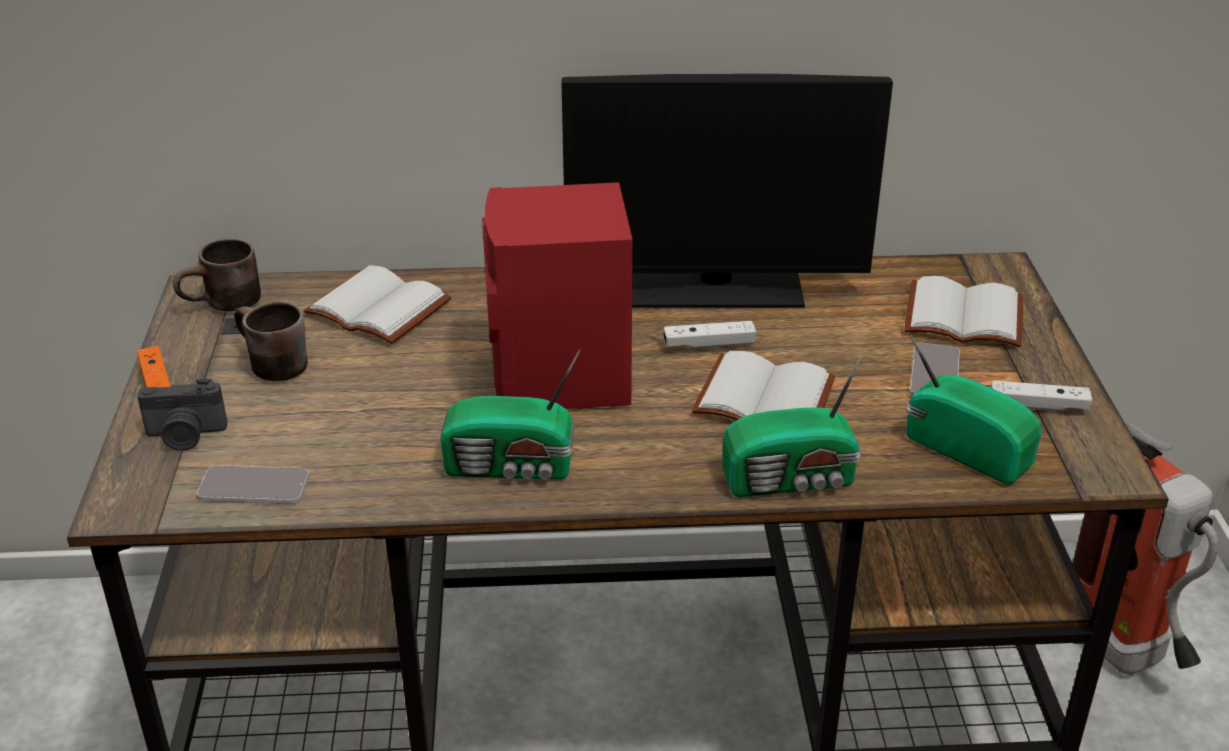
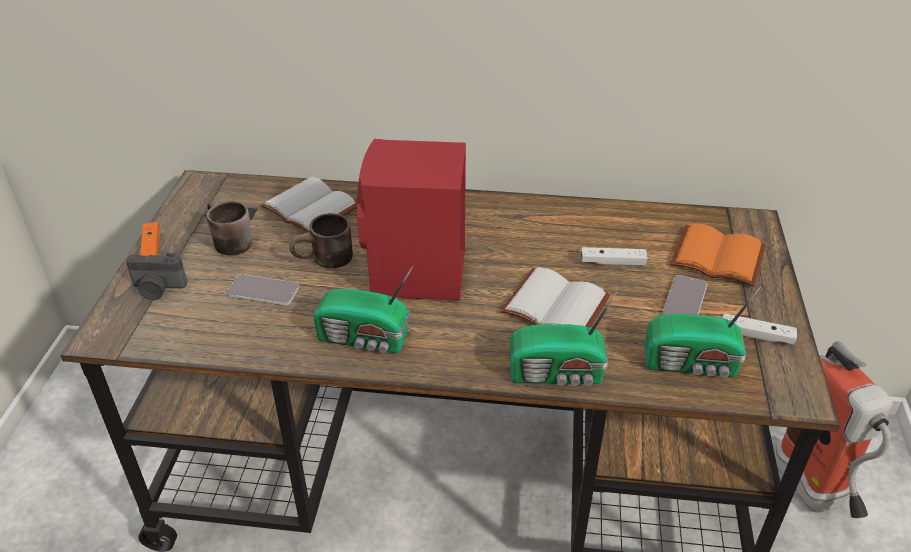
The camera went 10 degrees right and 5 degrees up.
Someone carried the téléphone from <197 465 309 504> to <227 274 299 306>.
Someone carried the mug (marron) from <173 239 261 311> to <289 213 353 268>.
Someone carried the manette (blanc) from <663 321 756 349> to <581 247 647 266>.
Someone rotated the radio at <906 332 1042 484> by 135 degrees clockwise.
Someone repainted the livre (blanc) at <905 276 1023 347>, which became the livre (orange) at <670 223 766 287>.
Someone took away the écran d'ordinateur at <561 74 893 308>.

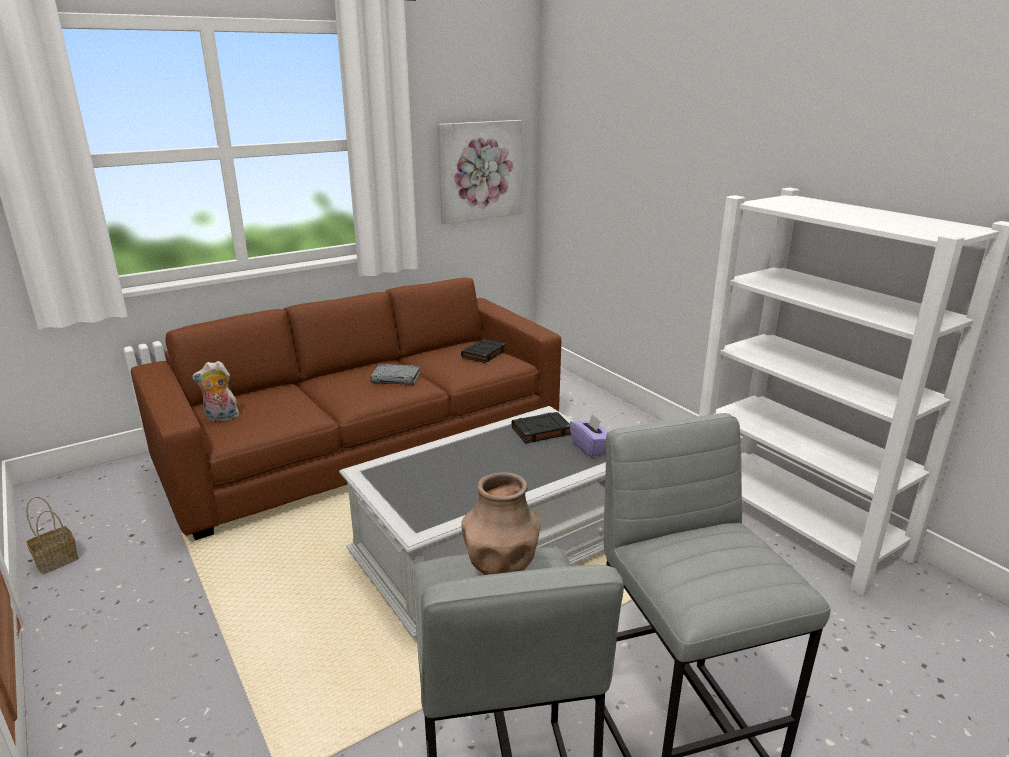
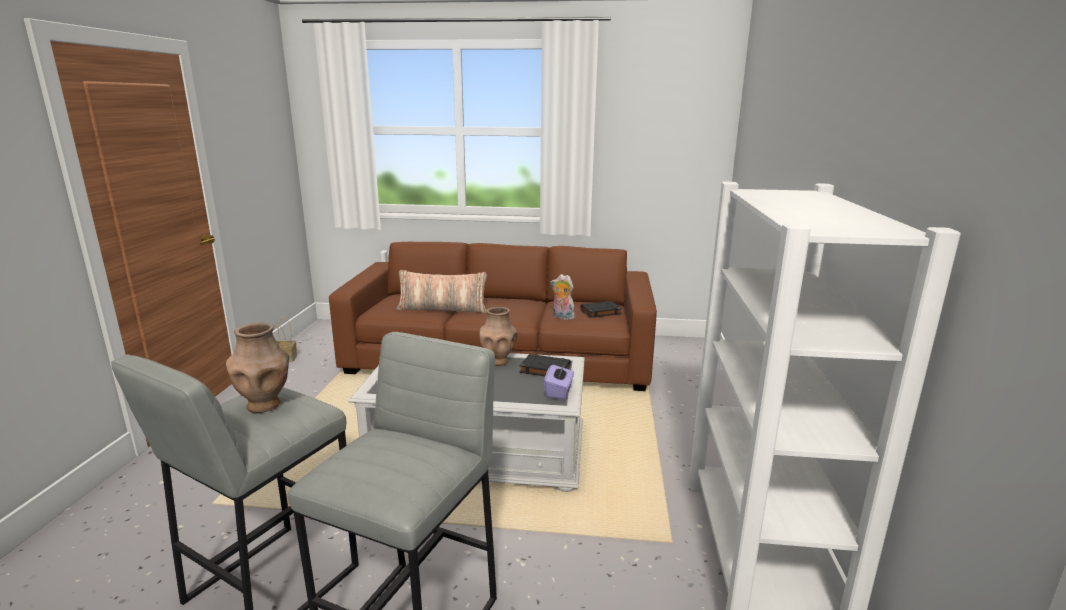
The camera went 40 degrees right and 5 degrees down.
Someone put down the coussin at <396 270 487 313>.
Someone put down the vase (marron) at <479 307 517 366>.
Someone carried the peluche from <192 361 239 422> to <550 274 575 320>.
Someone took away the livre (gris) at <371 364 420 385>.
Someone took away the tableau at <438 120 522 224>.

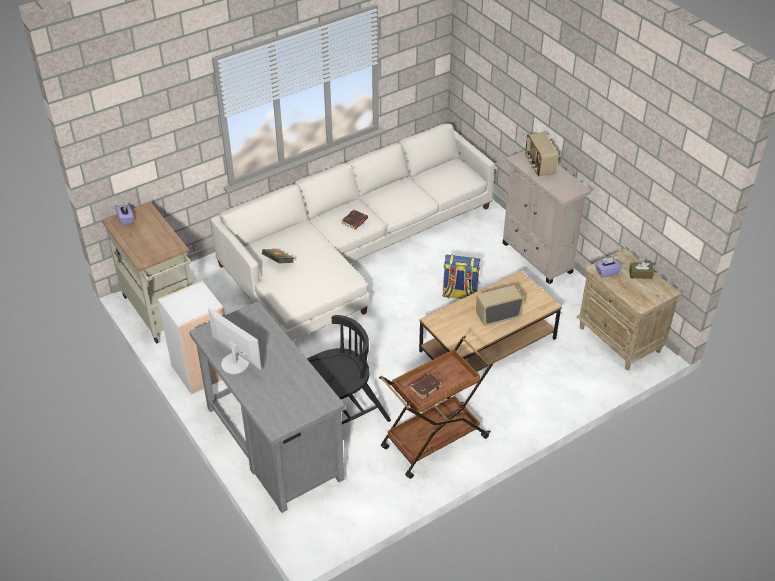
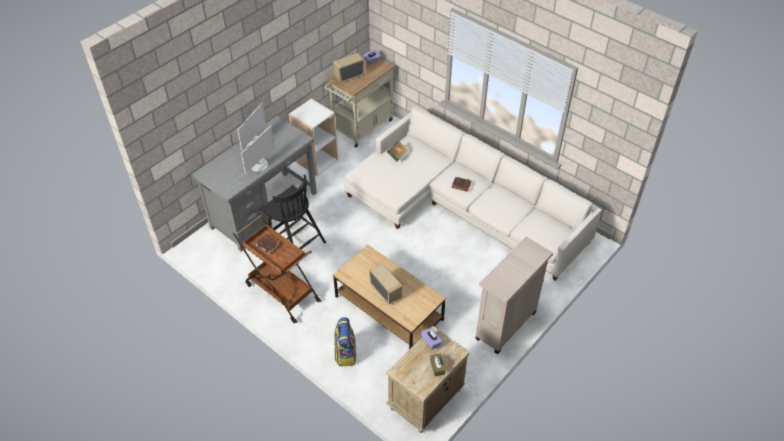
The camera went 75 degrees right and 5 degrees up.
Someone put down the écran d'ordinateur at <241 126 274 174>.
Someone carried the radio from <525 132 559 176> to <333 53 365 83>.
Someone carried the sac à dos from <442 255 480 299> to <334 317 356 366>.

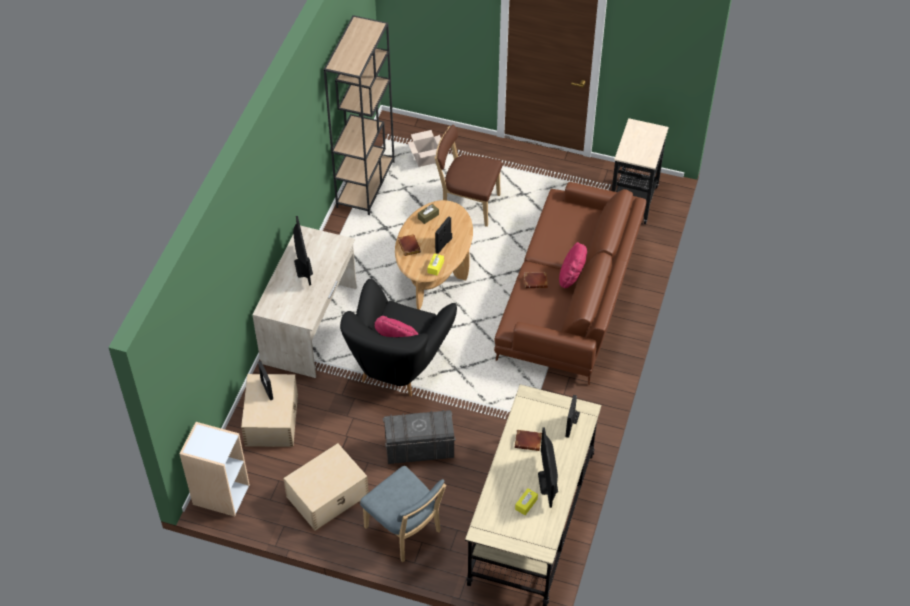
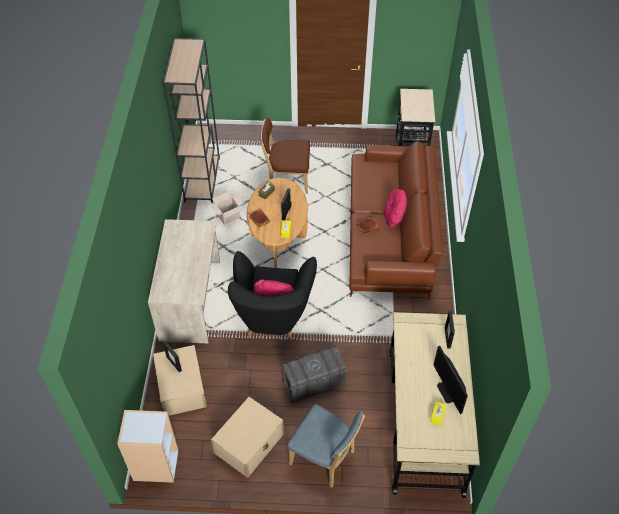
The camera went 15 degrees left and 0 degrees up.
Someone carried the carton from <408 130 441 167> to <211 192 243 225>.
Someone took away the écran d'ordinateur at <293 216 313 285>.
Someone took away the livre (marron) at <515 430 542 451>.

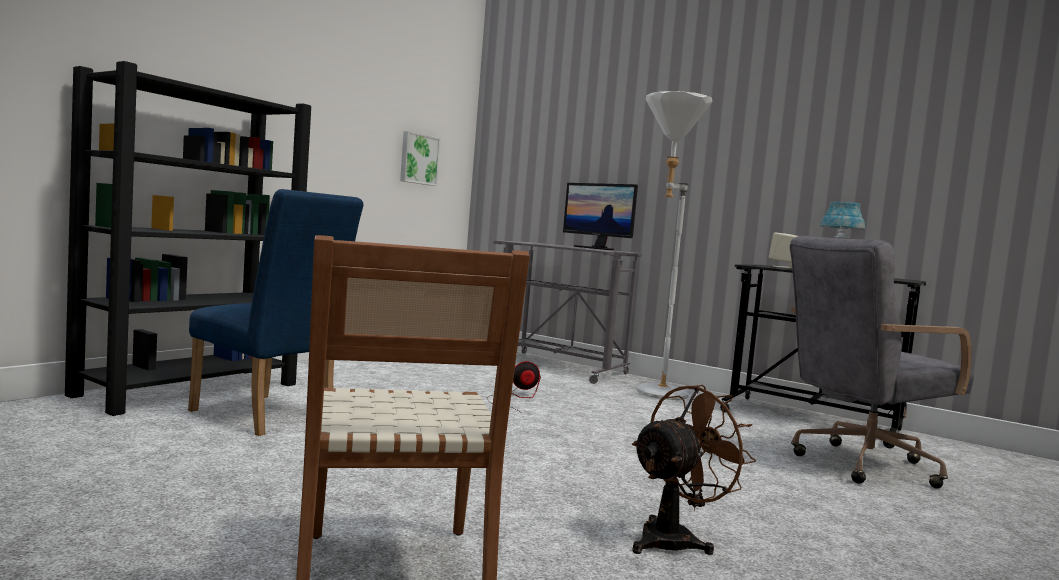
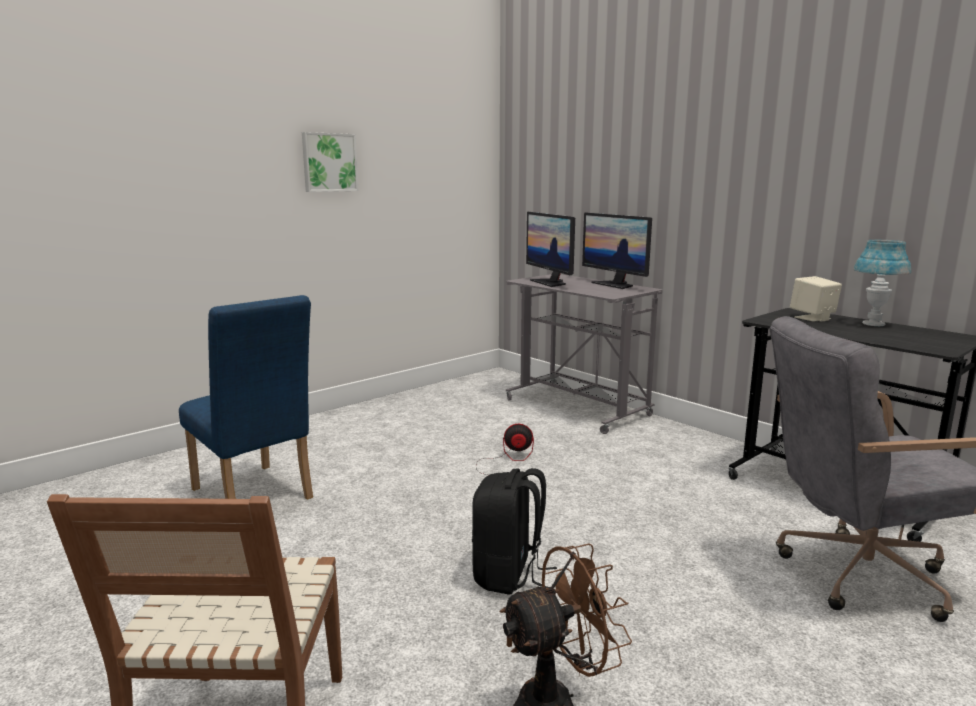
The camera went 15 degrees right and 10 degrees up.
Someone carried the tableau from <400 131 441 186> to <302 132 358 192>.
Someone put down the sac à dos (noir) at <472 468 557 595>.
Someone put down the écran d'ordinateur at <526 212 575 287>.
Someone took away the bibliothèque (noir) at <65 61 311 416>.
Someone took away the lampadaire (blanc) at <636 91 713 400>.

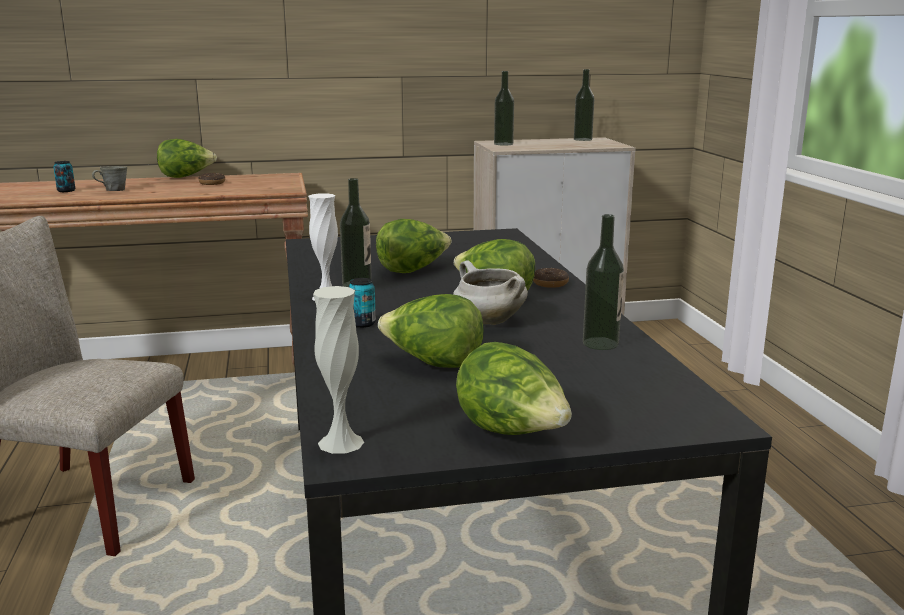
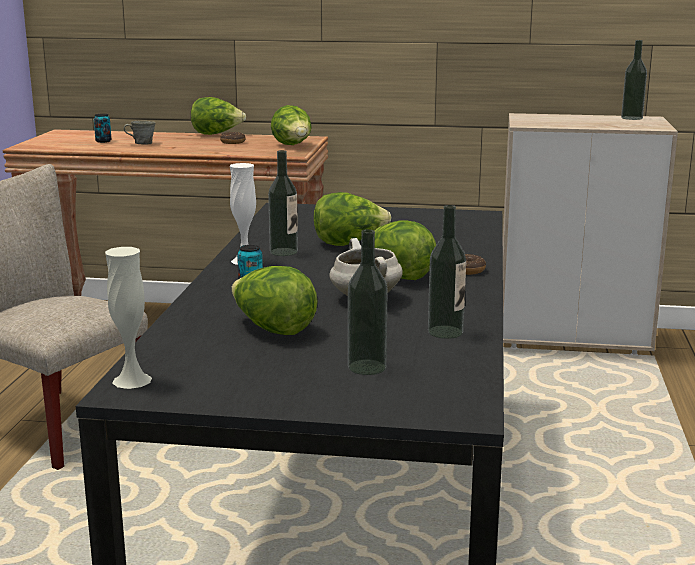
The camera went 20 degrees right and 0 degrees up.
Someone carried the laitue from <456 342 572 435> to <271 105 312 145>.
Someone carried the bouteille from <494 71 514 145> to <348 229 388 375>.

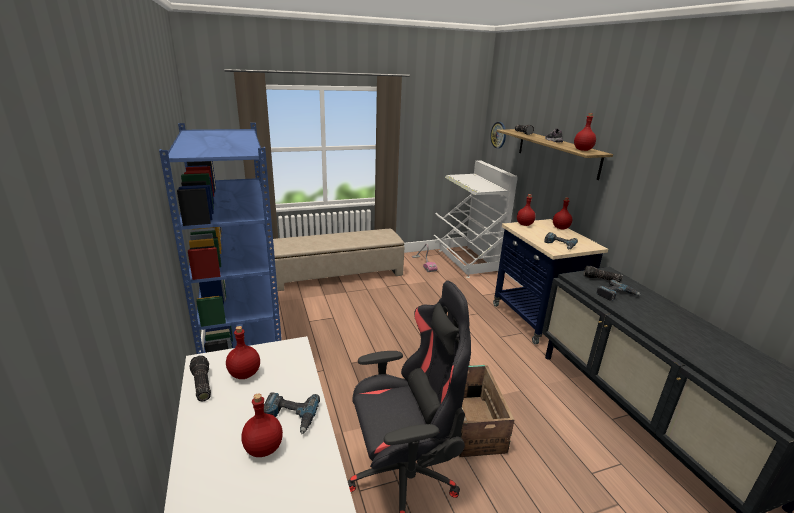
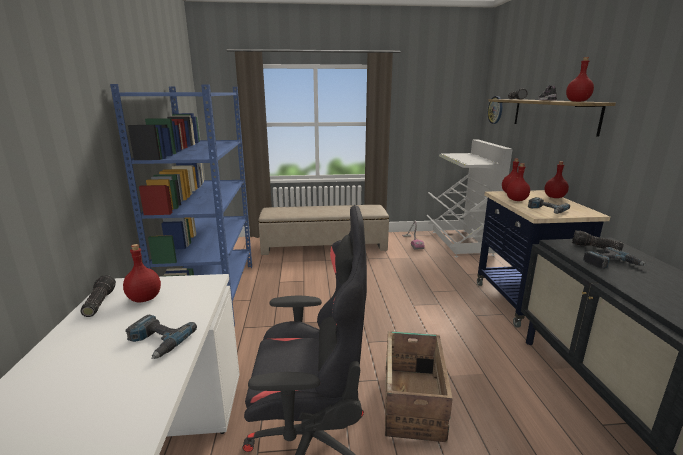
The camera went 15 degrees right and 5 degrees down.
Someone carried the bouteille (rouge) from <242 393 283 457> to <506 163 530 201>.

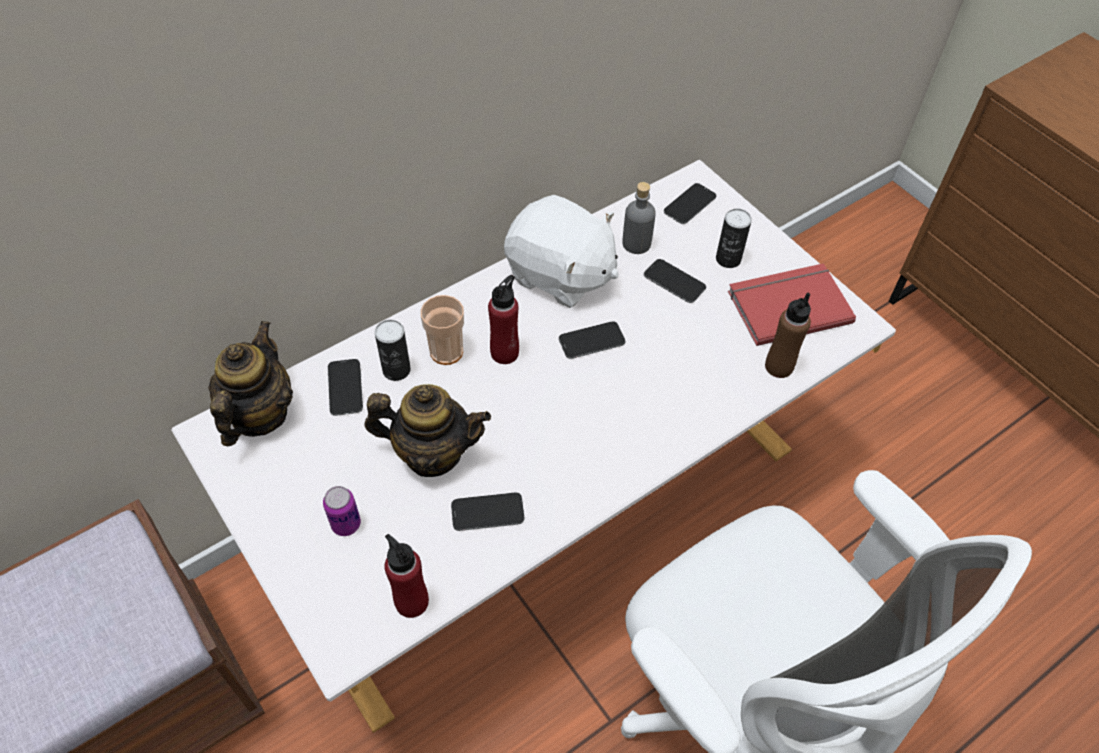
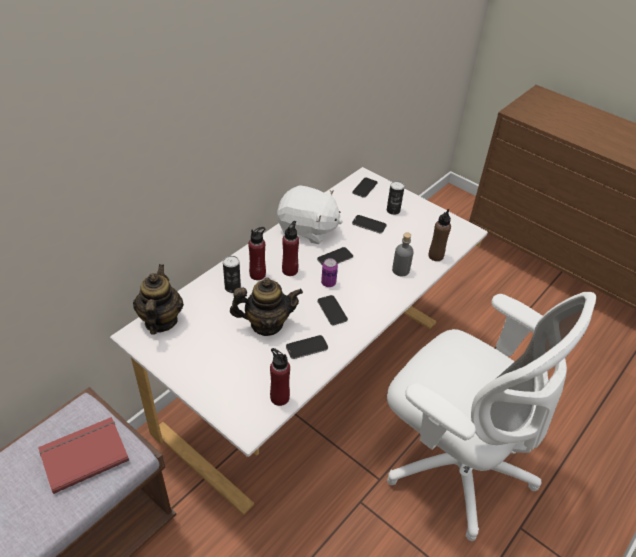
The camera went 15 degrees left and 10 degrees down.
Someone carried the livre (rouge) from <728 263 856 346> to <38 417 129 494>.
Someone swapped the tasse at <421 295 464 365> for the bouteille (rouge) at <248 227 266 280>.
Someone carried the téléphone from <328 359 363 416> to <317 295 348 325>.
Someone carried the boîte métallique from <323 486 361 536> to <321 258 338 287>.
Someone carried the bouteille (gris) from <622 182 656 254> to <392 232 414 276>.

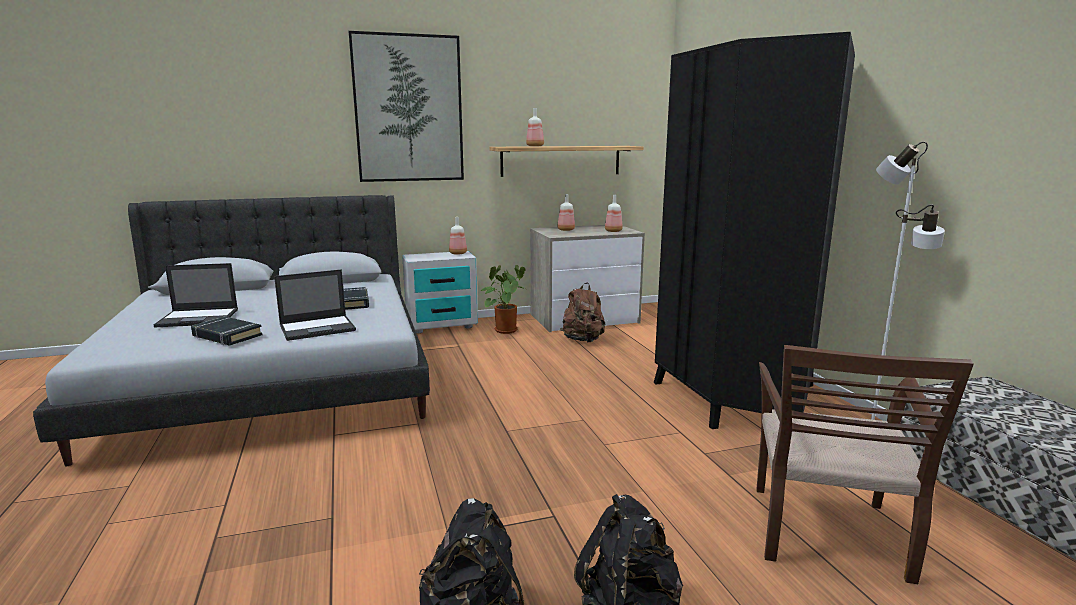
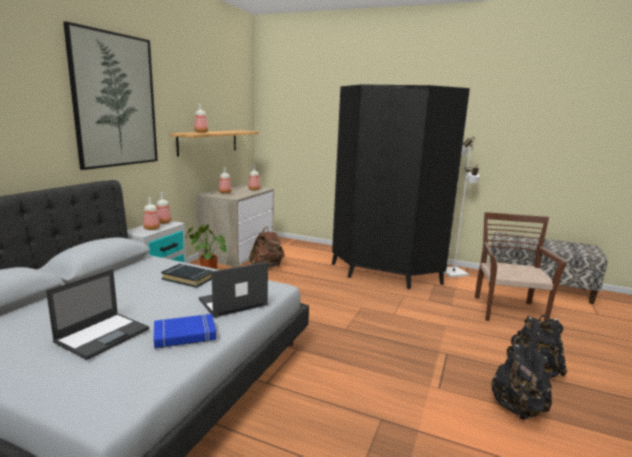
The camera went 50 degrees left and 0 degrees up.
Someone put down the bouteille at <143 197 160 230>.
Someone repainted the livre (noir) at <191 317 262 346>, which became the livre (bleu) at <154 314 216 349>.
Someone rotated the ordinateur portable at <274 269 356 341> by 135 degrees counterclockwise.
Someone rotated the fauteuil (marron) at <756 345 974 584> by 135 degrees counterclockwise.

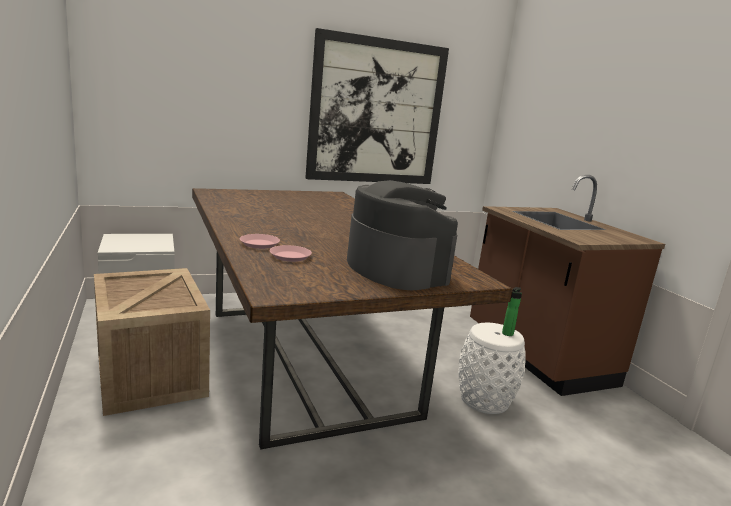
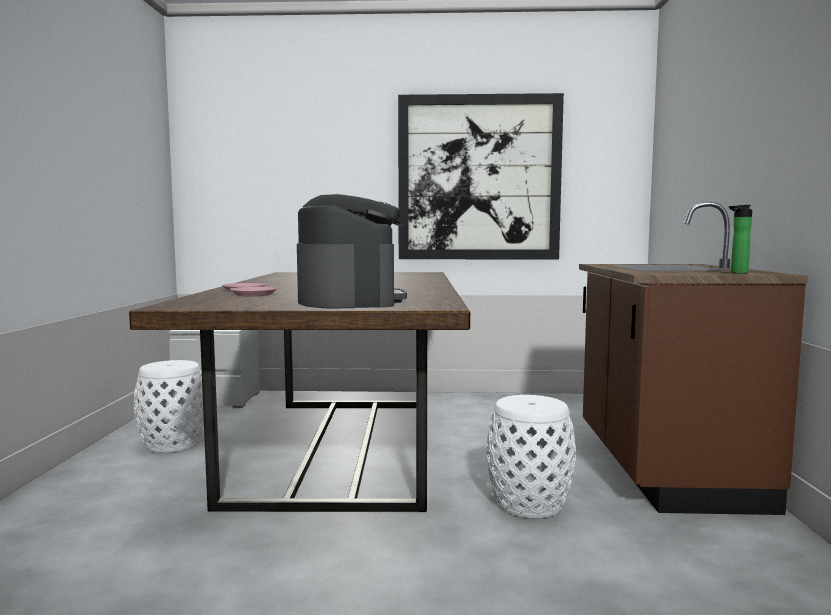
The camera went 25 degrees right and 10 degrees down.
Someone swapped the caisse at <94 268 210 416> for the tabouret (blanc) at <134 360 204 453>.
Someone carried the bouteille from <502 287 522 336> to <729 205 752 274>.

